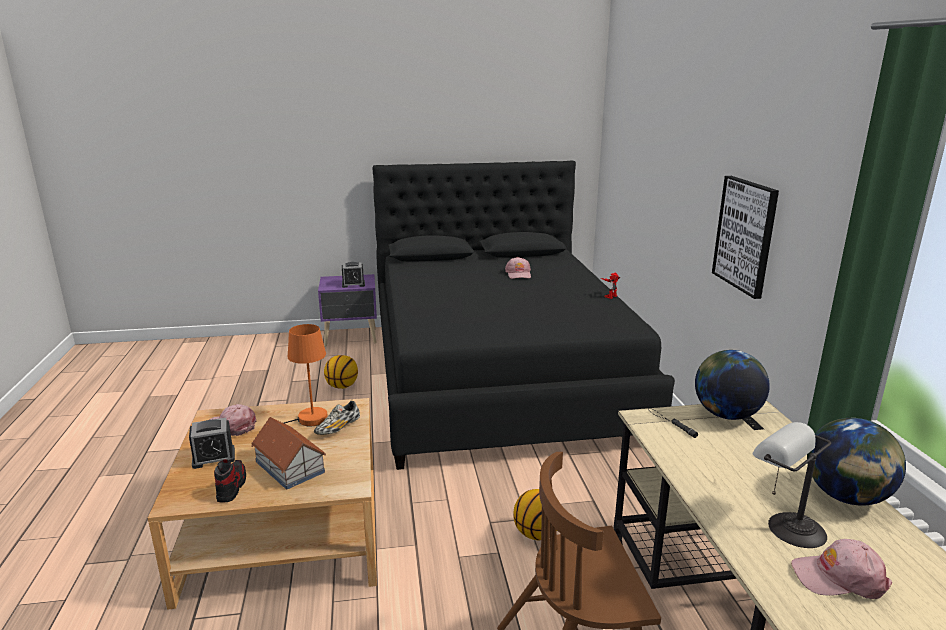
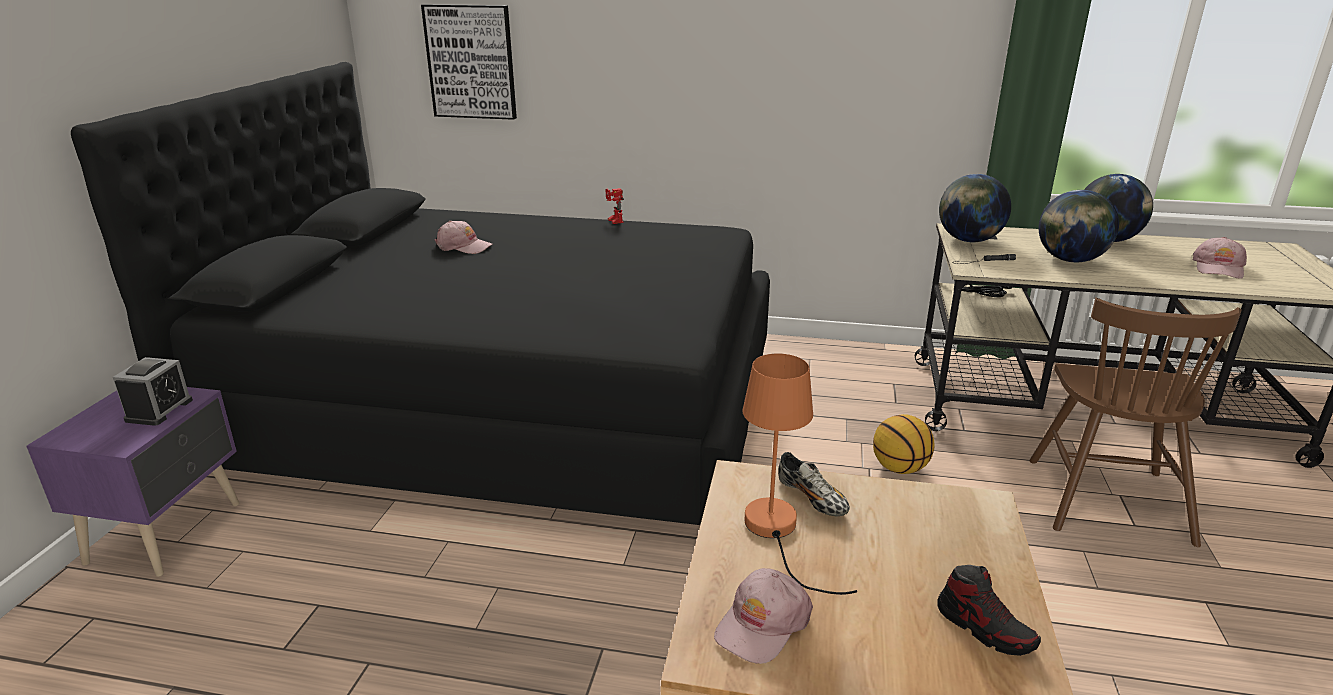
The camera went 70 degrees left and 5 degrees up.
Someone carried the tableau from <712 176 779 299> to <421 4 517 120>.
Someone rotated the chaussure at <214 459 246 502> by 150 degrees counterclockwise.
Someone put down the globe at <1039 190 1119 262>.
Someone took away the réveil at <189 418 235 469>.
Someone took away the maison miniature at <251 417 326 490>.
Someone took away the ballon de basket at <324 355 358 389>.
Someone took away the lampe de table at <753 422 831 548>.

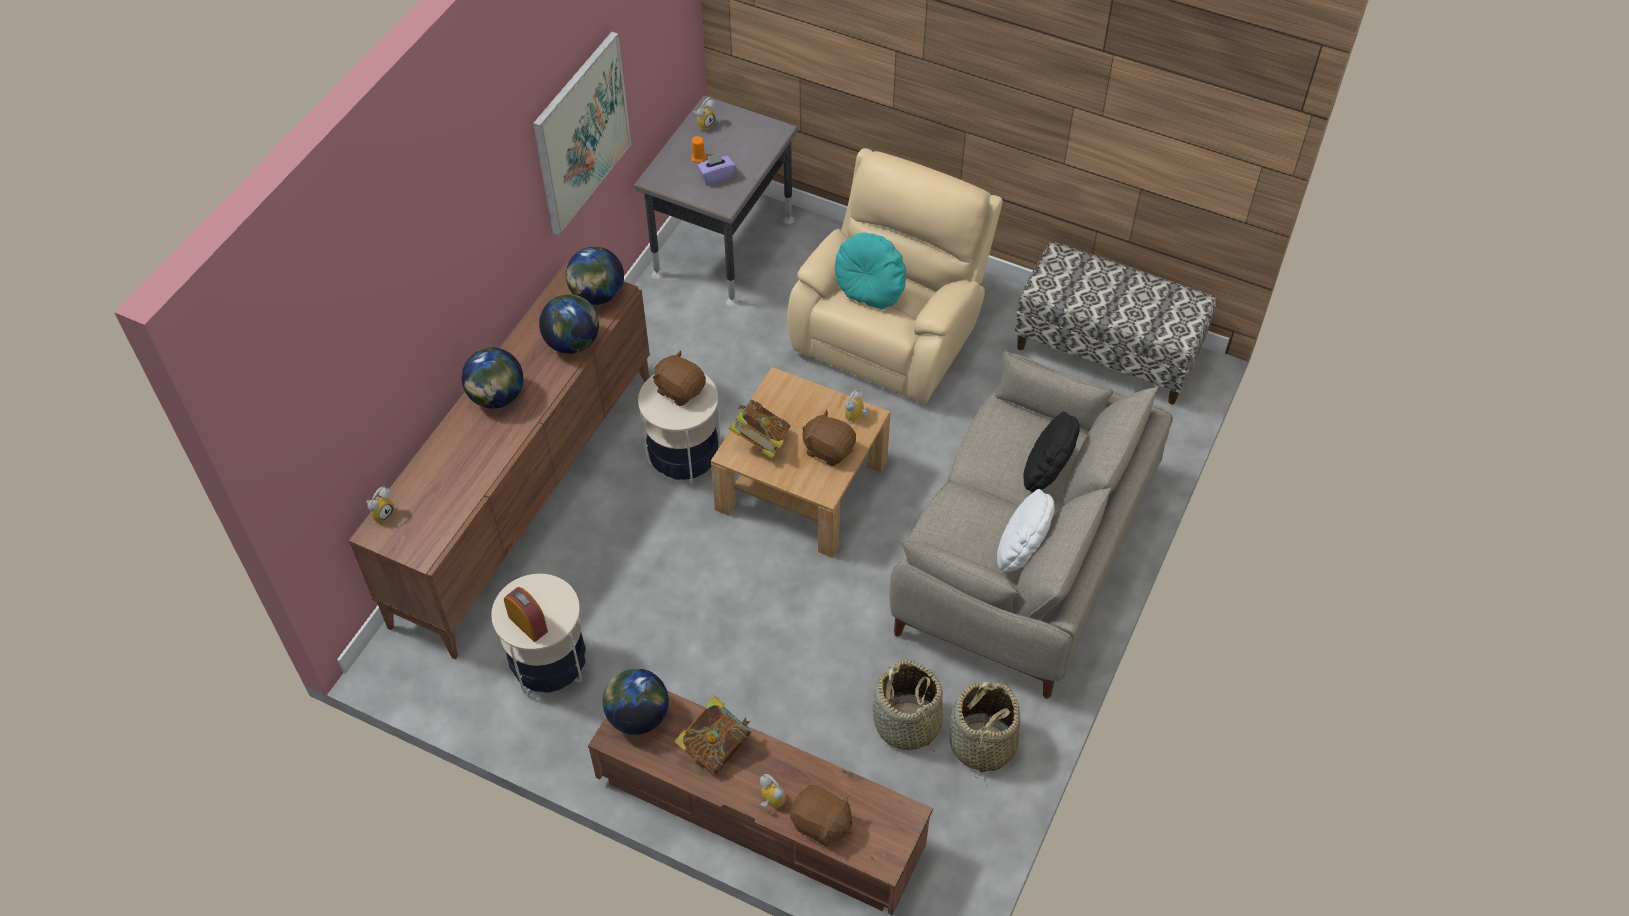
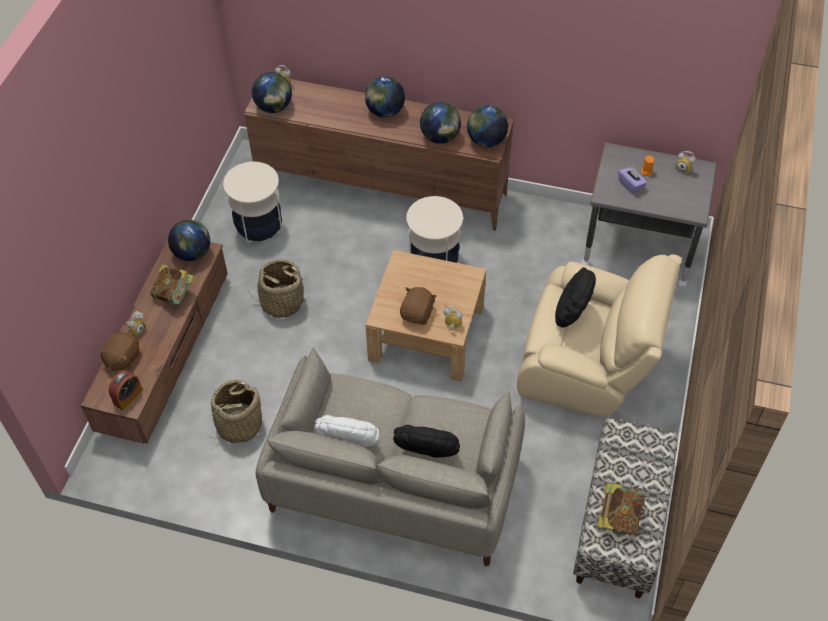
The camera went 80 degrees right and 0 degrees up.
Someone carried the réveil from <504 587 548 642> to <109 370 143 410>.
Someone carried the panier from <949 682 1020 778> to <250 259 309 318>.
Someone put down the globe at <252 72 292 113>.
Someone repainted the coussin (turquoise) at <835 233 906 310>, which became the coussin (noir) at <555 267 596 328>.
Someone carried the livre from <729 399 791 459> to <597 483 645 535>.
Someone took away the tableau at <533 32 631 235>.
Someone took away the peluche (marron) at <653 350 706 406>.

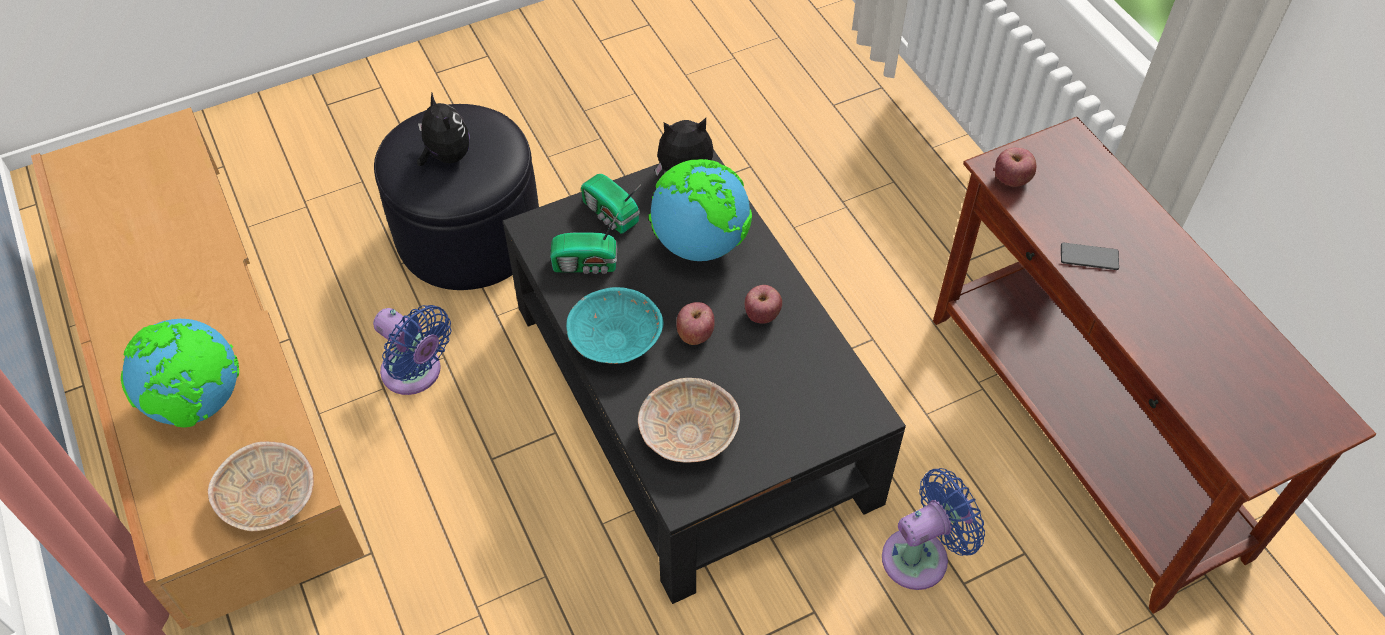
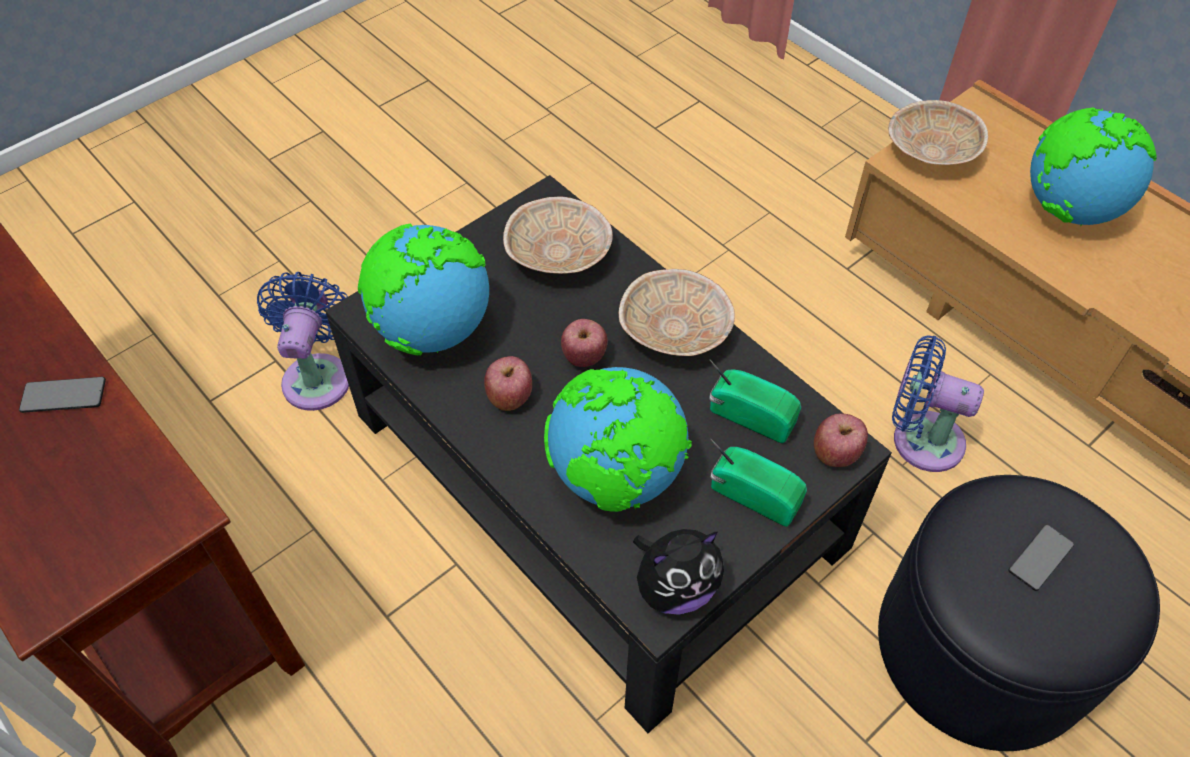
The camera went 165 degrees right and 0 degrees up.
Someone rotated the ventilateur (bleu) at <882 468 985 590> by 135 degrees clockwise.
Someone put down the globe at <358 224 489 355>.
Someone repainted the bol (turquoise) at <566 287 663 364>, which became the bol (beige) at <619 269 735 356>.
Someone rotated the radio at <550 212 619 274> by 45 degrees clockwise.
Someone carried the pomme from <995 148 1036 187> to <814 413 868 467>.
Someone swapped the peluche at <417 93 470 166> for the téléphone at <1008 525 1074 591>.

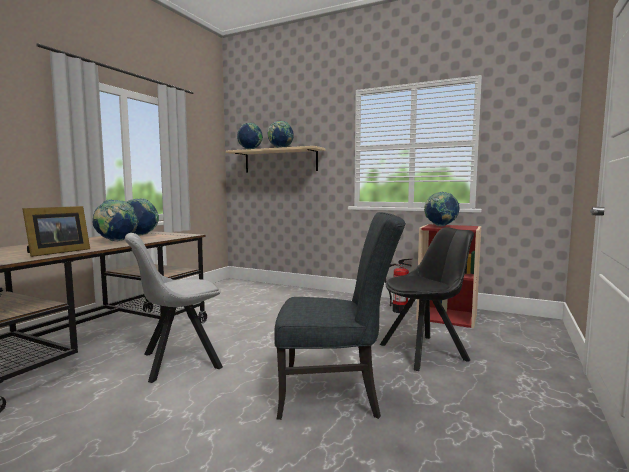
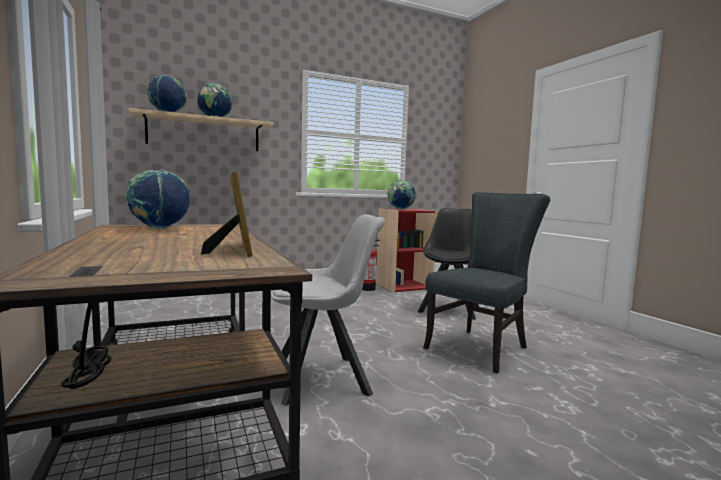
The camera went 50 degrees left and 0 degrees up.
Someone rotated the chaise (gris) at <125 233 223 383> by 120 degrees counterclockwise.
Someone took away the globe at <92 199 139 242>.

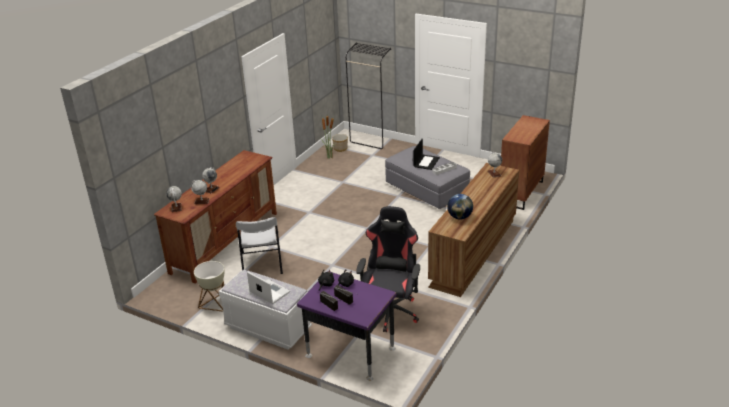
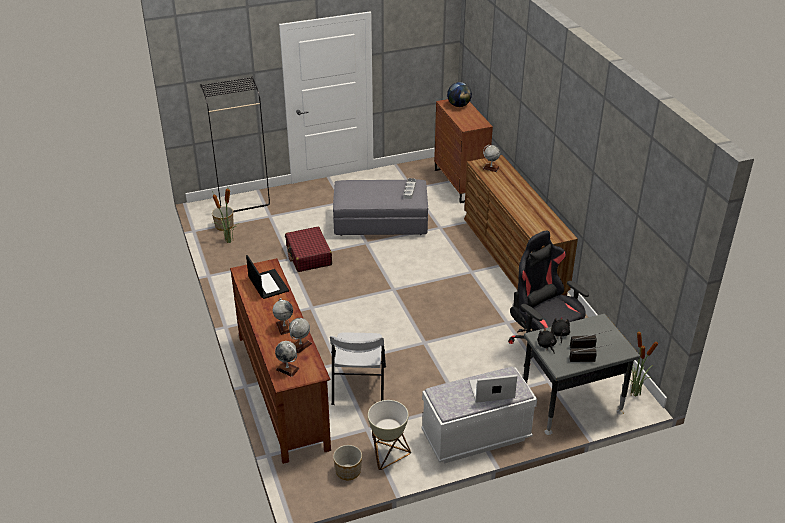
The camera went 50 degrees left and 5 degrees up.
Someone carried the ordinateur portable from <413 139 440 170> to <246 255 289 299>.
Someone put down the valise (rouge) at <285 227 332 272>.
Someone rotated the chaise (blanc) at <236 217 283 274> by 60 degrees clockwise.
Someone put down the cache-pot at <333 445 362 480>.
Someone carried the globe from <447 194 473 219> to <447 82 472 107>.
Someone repainted the bureau (violet) at <297 271 397 381>, which became the bureau (gris) at <523 314 640 435>.
Someone put down the plante en pot at <624 331 658 396>.

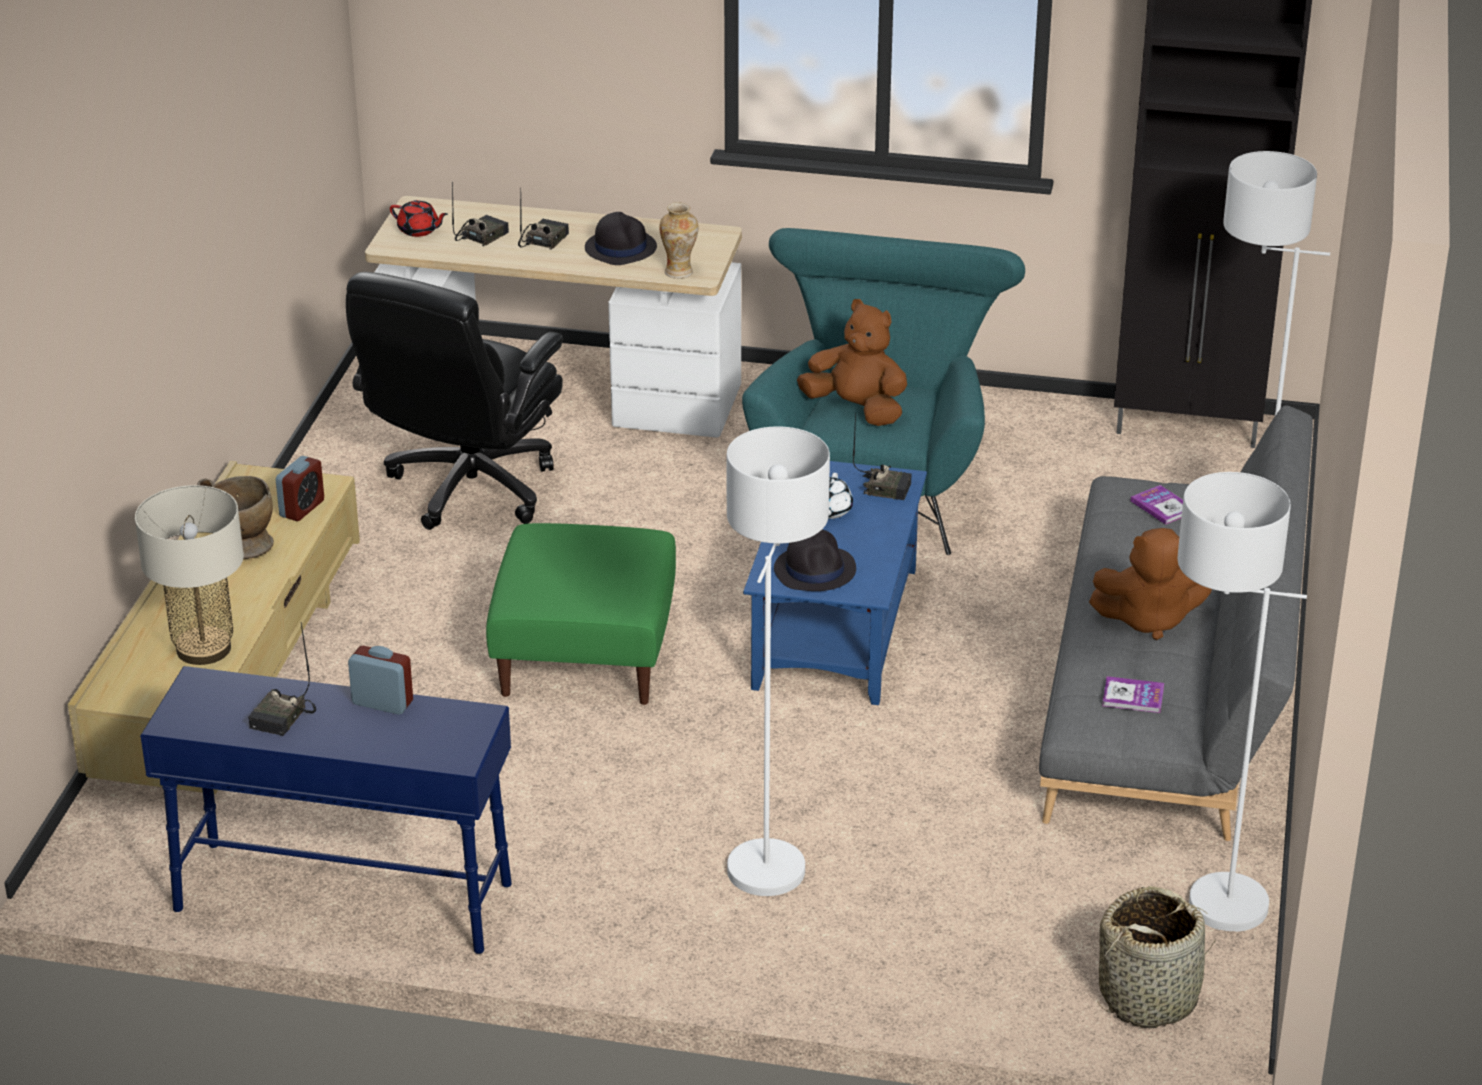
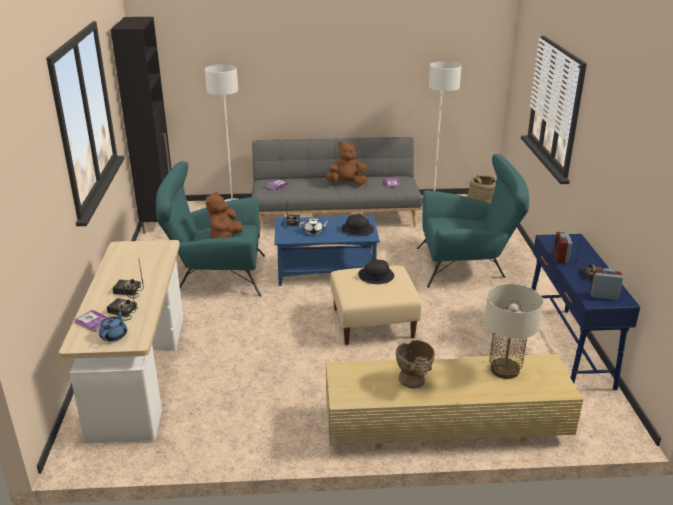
The camera went 105 degrees left and 5 degrees down.
Someone put down the livre at <74 310 109 332>.
Someone repainted the théière (rouge) at <390 200 448 237>, which became the théière (bleu) at <99 310 127 342>.
Someone rotated the peluche (marron) at <1089 528 1212 640> by 75 degrees counterclockwise.
Someone repainted the pouf (vert) at <486 523 676 705>, which became the pouf (beige) at <330 265 422 345>.
Someone carried the chapeau (noir) from <585 212 657 265> to <358 258 394 284>.
Someone swapped the lampadaire (blanc) at <727 427 830 896> for the fauteuil (turquoise) at <417 154 529 288>.
Someone carried the réveil from <276 456 324 521> to <590 268 623 300>.
Someone took away the chaise de bureau (noir) at <346 272 563 530>.
Someone took away the vase at <659 202 698 279>.

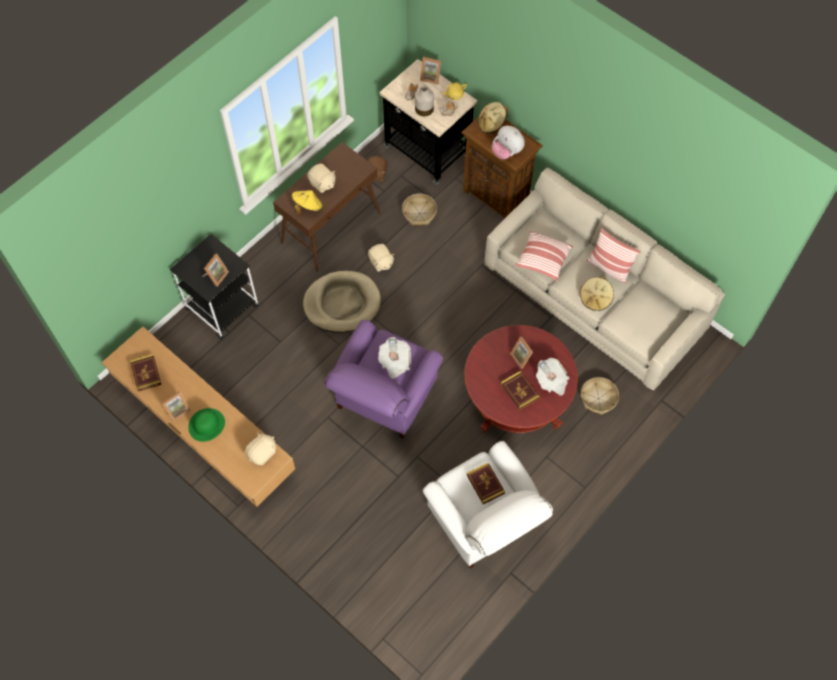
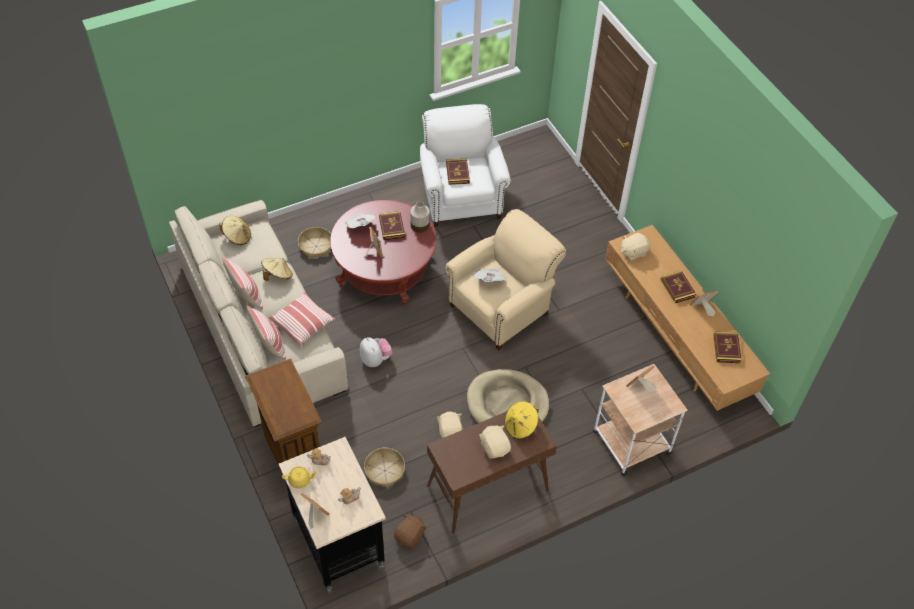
The camera went 160 degrees left and 10 degrees down.
Someone carried the chapeau (beige) from <478 102 508 134> to <219 216 251 245>.
Someone put down the coussin at <246 305 286 361>.
Someone carried the peluche from <492 126 525 159> to <360 337 393 367>.
Someone carried the vase (beige) from <415 85 434 116> to <410 201 430 233>.
Someone repainted the fauteuil (violet) at <324 320 443 439>, which became the fauteuil (beige) at <446 209 566 350>.
Someone repainted the chariot (noir) at <170 234 259 339>, which became the chariot (beige) at <593 364 688 476>.
Someone swapped the chapeau (vert) at <188 408 225 442> for the livre at <660 271 696 303>.

